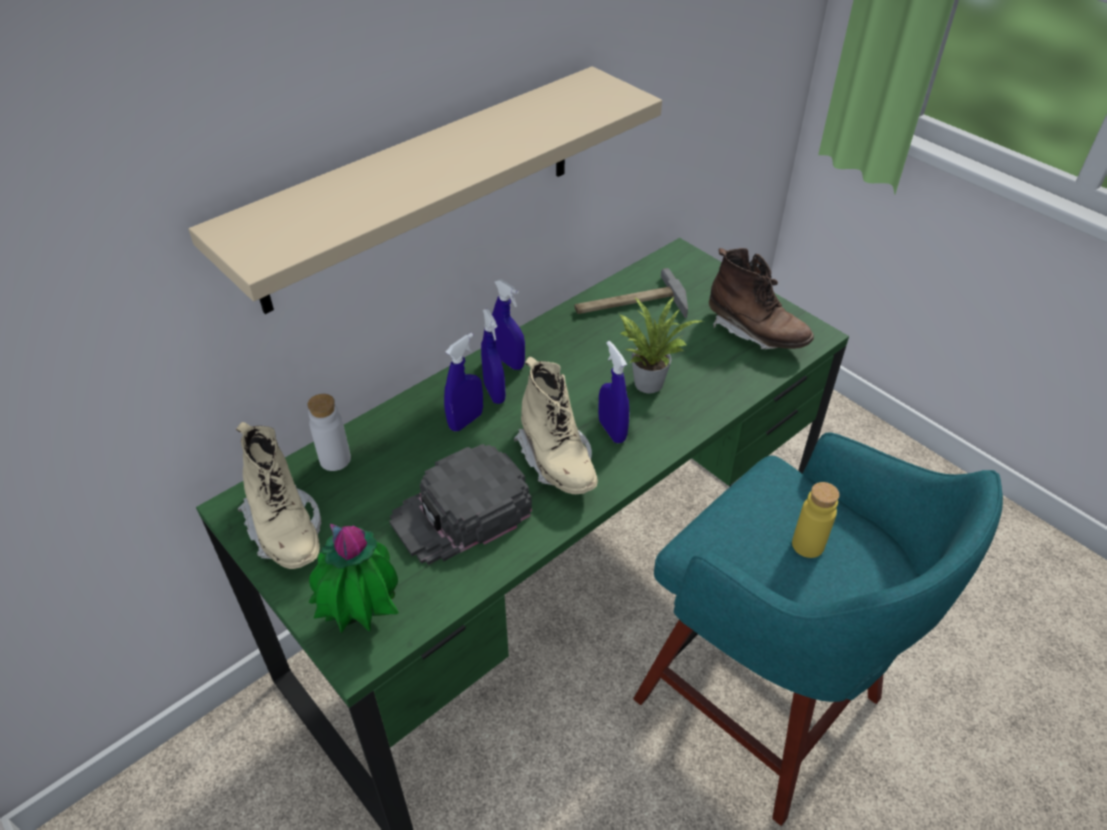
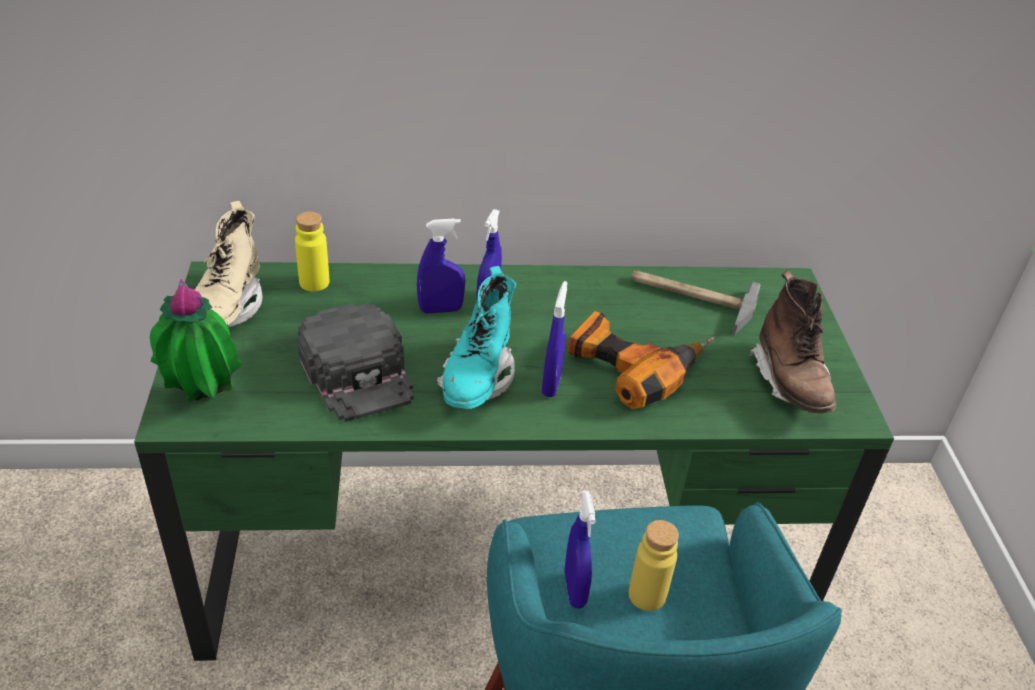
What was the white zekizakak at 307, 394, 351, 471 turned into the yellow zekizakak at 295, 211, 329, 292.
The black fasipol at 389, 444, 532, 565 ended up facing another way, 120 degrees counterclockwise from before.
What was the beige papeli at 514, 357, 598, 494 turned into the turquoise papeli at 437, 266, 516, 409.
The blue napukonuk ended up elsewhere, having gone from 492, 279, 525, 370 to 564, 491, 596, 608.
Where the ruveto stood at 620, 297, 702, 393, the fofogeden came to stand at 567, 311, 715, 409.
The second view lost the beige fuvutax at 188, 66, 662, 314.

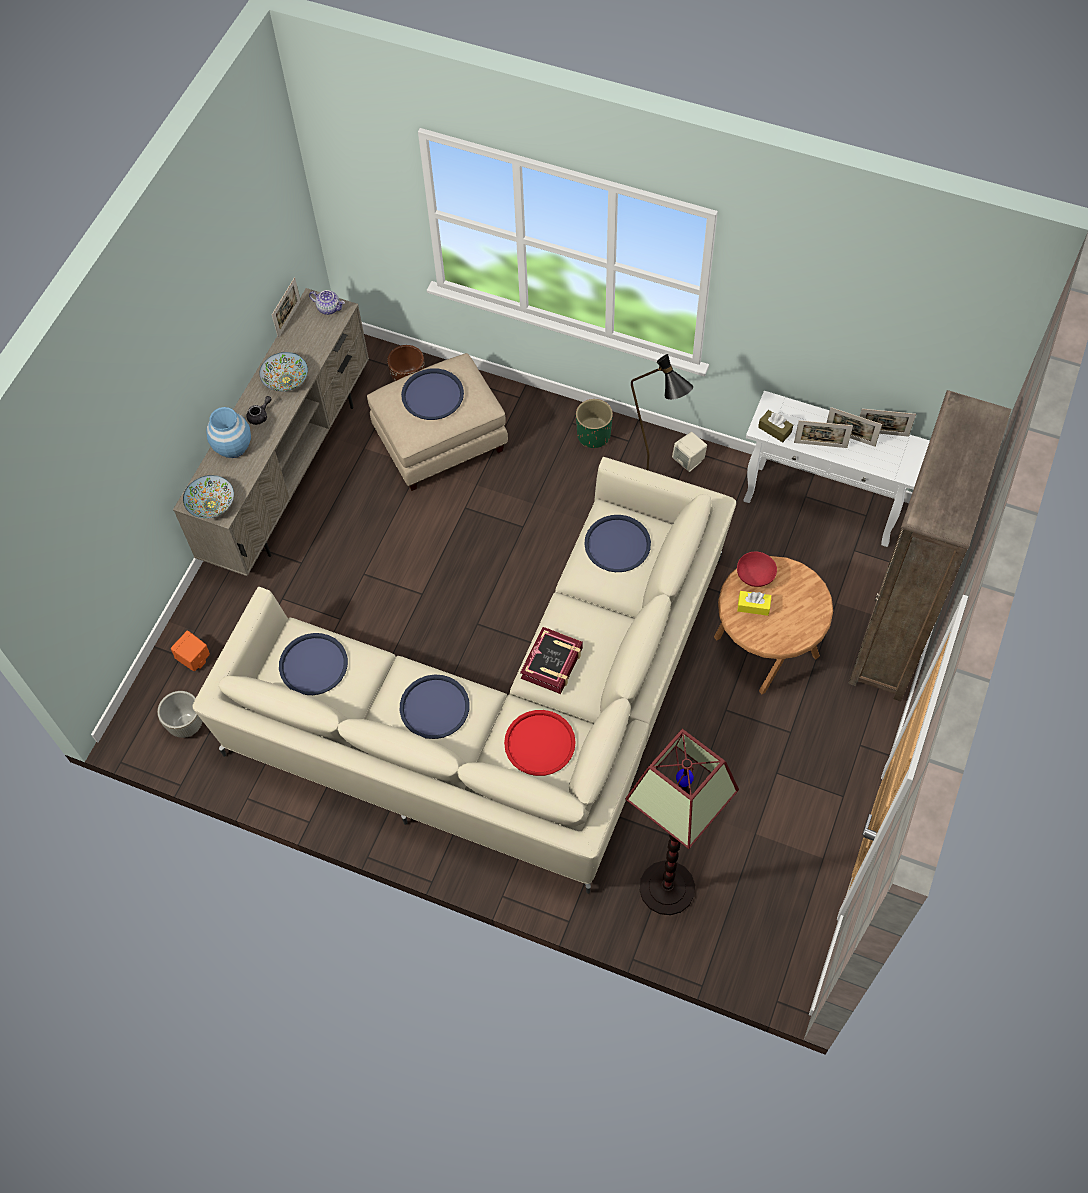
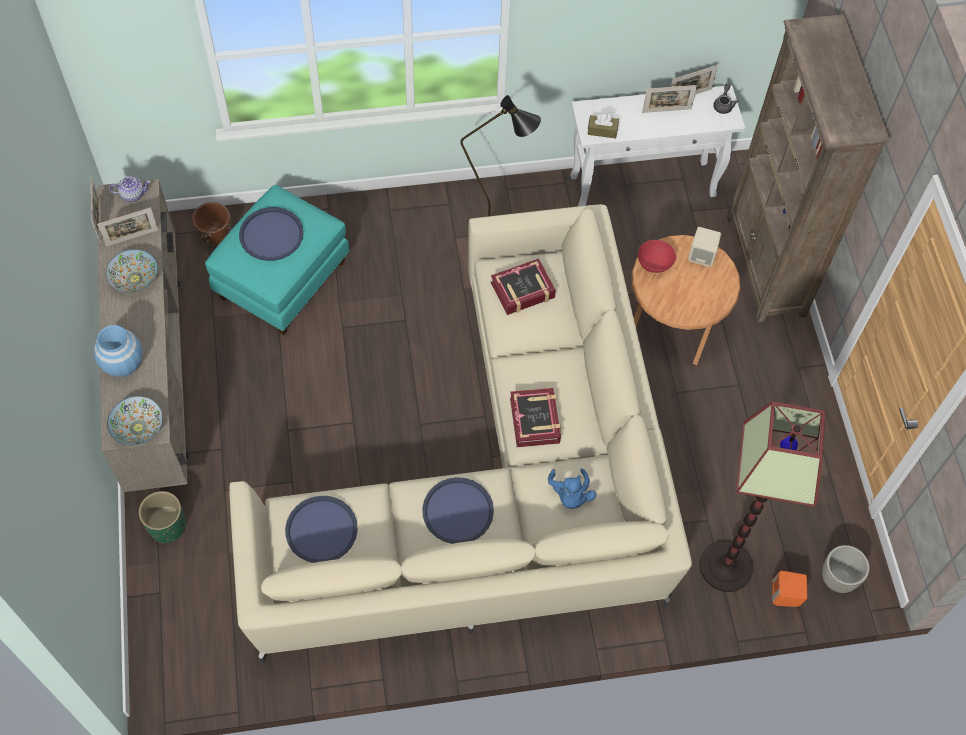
The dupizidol ended up elsewhere, having gone from 794, 420, 853, 448 to 97, 207, 158, 247.
The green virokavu ended up elsewhere, having gone from 576, 399, 613, 448 to 139, 491, 186, 543.
What was the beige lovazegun at 367, 353, 508, 491 turned into the turquoise lovazegun at 205, 185, 349, 335.
Where the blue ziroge stood at 584, 515, 651, 572, the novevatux came to stand at 491, 259, 556, 315.
Where the red ziroge stood at 504, 710, 576, 776, the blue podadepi came to stand at 548, 468, 596, 509.
The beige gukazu ended up elsewhere, having gone from 672, 432, 707, 472 to 688, 227, 721, 267.
The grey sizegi ended up elsewhere, having gone from 247, 396, 271, 425 to 713, 84, 739, 114.
The orange gukazu ended up elsewhere, having gone from 171, 631, 210, 671 to 772, 571, 807, 607.
The grey virokavu ended up elsewhere, having gone from 157, 691, 202, 738 to 822, 545, 870, 593.
The second view lost the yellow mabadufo at 737, 591, 771, 616.

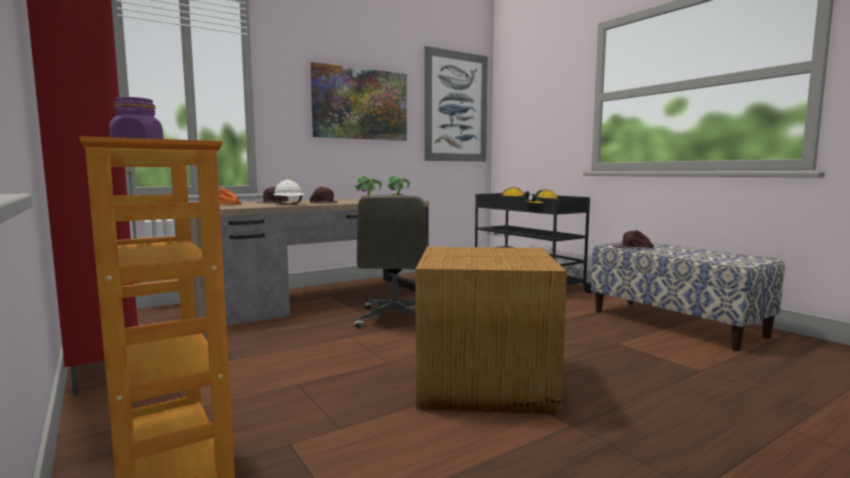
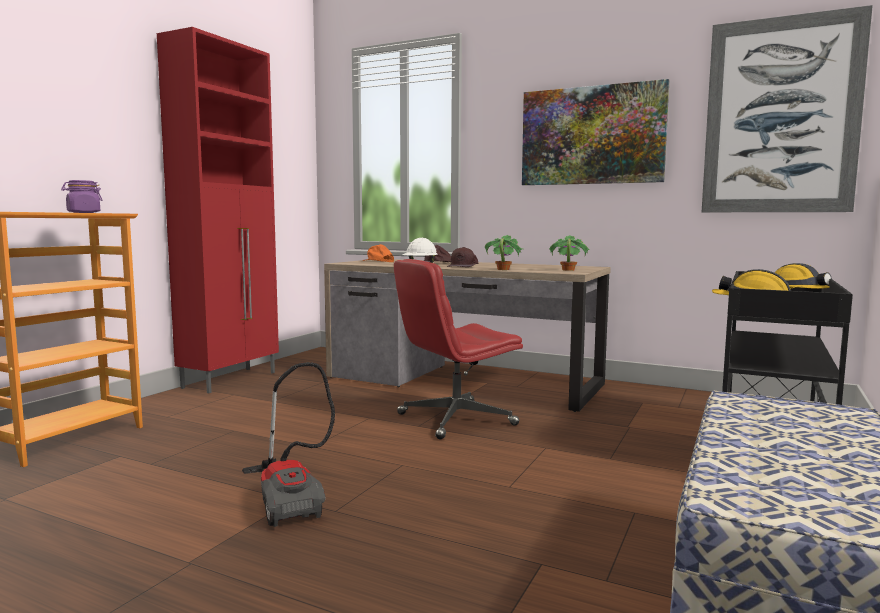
Where the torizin stood at 416, 247, 567, 415, the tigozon came to stand at 242, 362, 335, 527.
What was the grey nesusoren at 355, 195, 428, 328 turned into the red nesusoren at 394, 259, 523, 439.
The second view lost the brown fasipol at 613, 230, 654, 248.

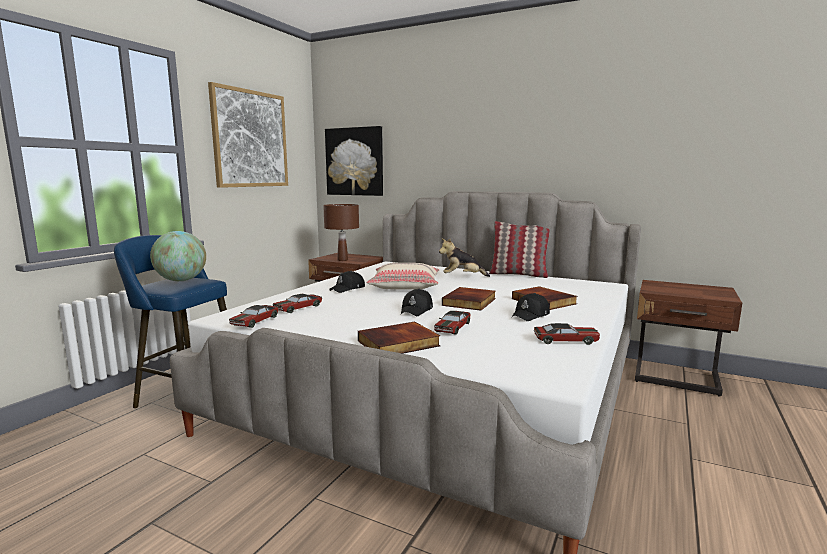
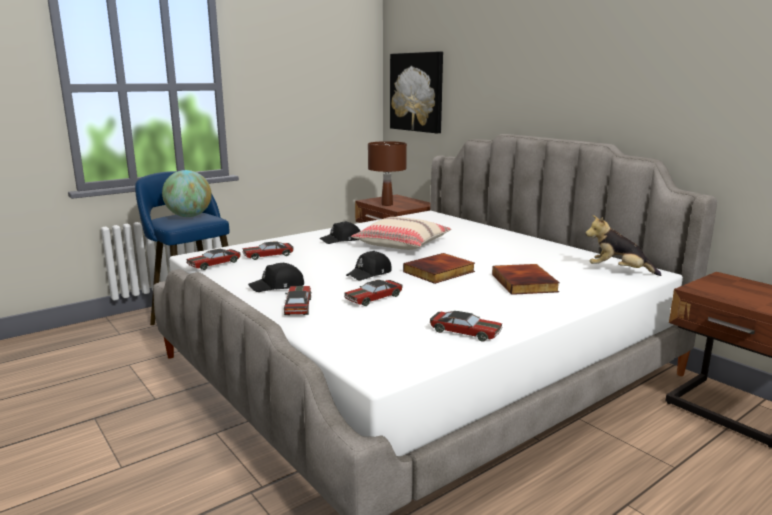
The black fasipol ended up elsewhere, having gone from 511, 293, 550, 321 to 248, 263, 304, 292.
Where the novevatux stood at 358, 322, 440, 354, the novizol came to stand at 284, 286, 312, 315.
The podadepi ended up elsewhere, having gone from 439, 239, 490, 277 to 585, 215, 661, 276.
The second view lost the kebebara at 208, 82, 288, 188.
The second view lost the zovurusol at 489, 221, 550, 278.

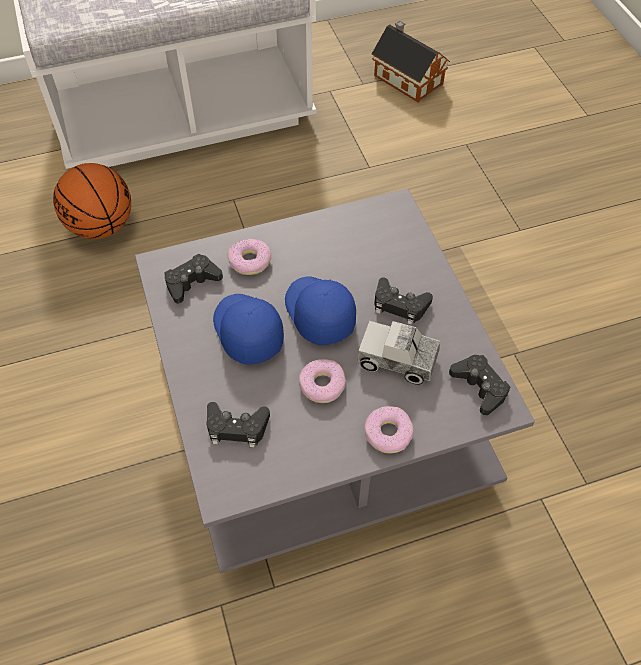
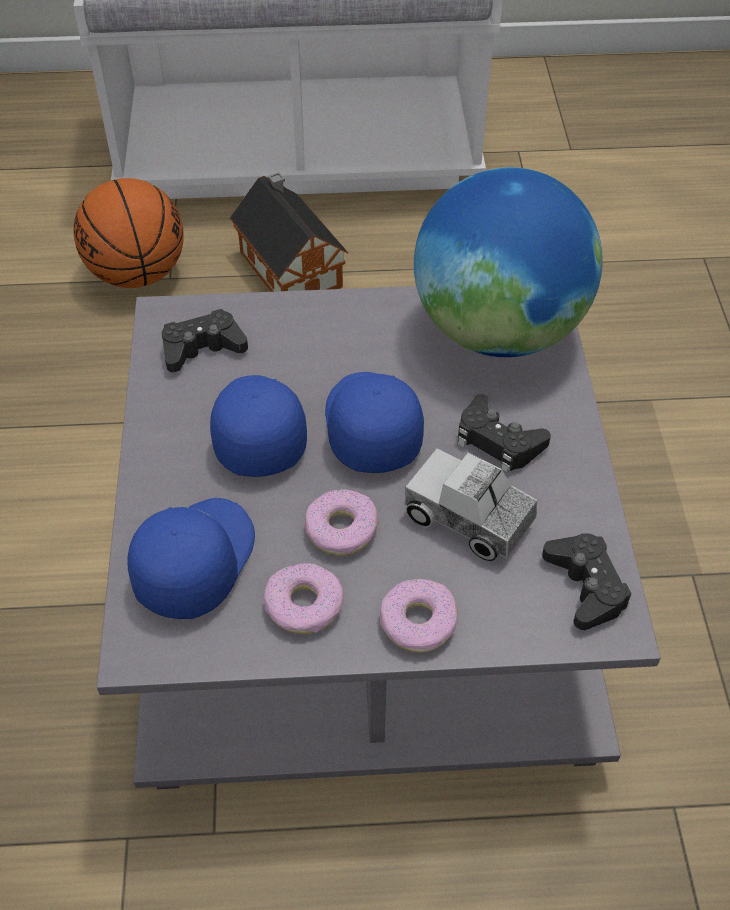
Where the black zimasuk stood at 206, 402, 270, 448, the blue fasipol came to stand at 127, 498, 255, 619.
The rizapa ended up elsewhere, having gone from 371, 20, 450, 102 to 230, 172, 348, 292.
The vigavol ended up elsewhere, having gone from 228, 239, 271, 275 to 264, 563, 344, 634.
The second view gained the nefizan at 414, 167, 603, 357.

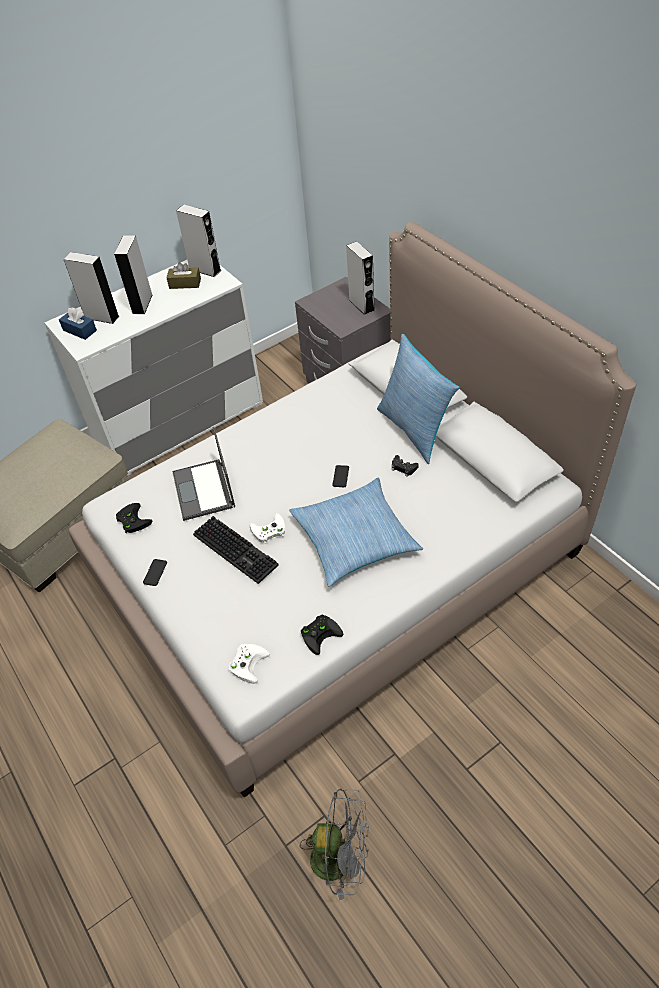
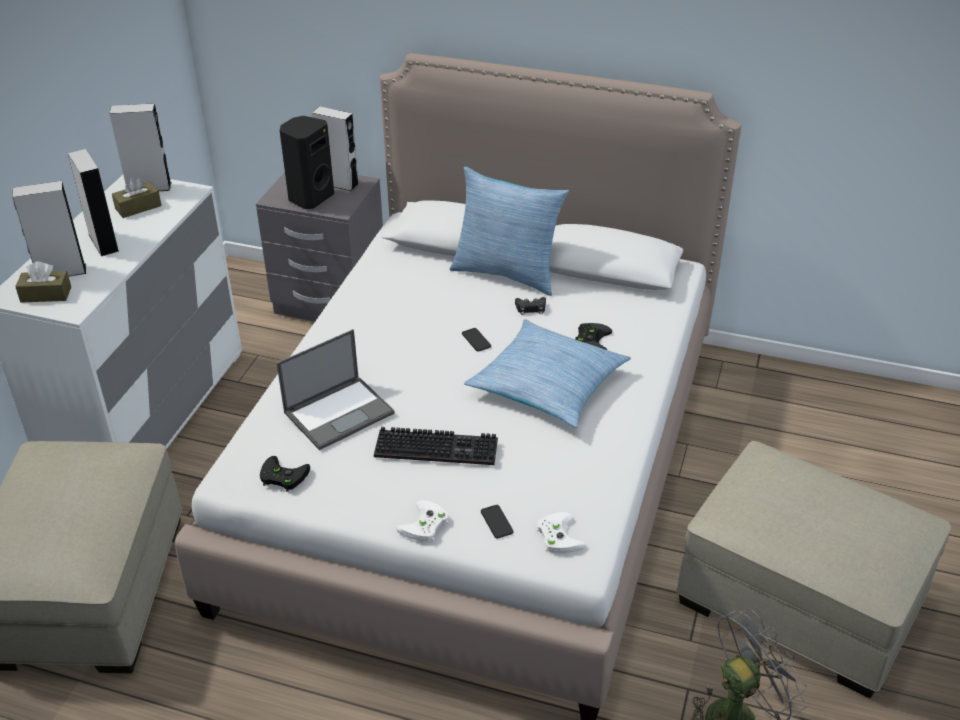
What was the blue mabadufo at 59, 308, 97, 340 turned into the brown mabadufo at 15, 261, 71, 303.
The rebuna at 172, 427, 235, 521 ended up facing another way, 75 degrees counterclockwise from before.
The second view gained the black gukazu at 280, 116, 334, 209.
The white zimasuk ended up elsewhere, having gone from 250, 513, 285, 544 to 396, 500, 448, 542.
The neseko ended up elsewhere, having gone from 143, 559, 167, 586 to 481, 505, 514, 539.
The black zimasuk ended up elsewhere, having gone from 301, 615, 343, 655 to 575, 323, 612, 350.
The second view gained the beige lovazegun at 676, 441, 951, 698.

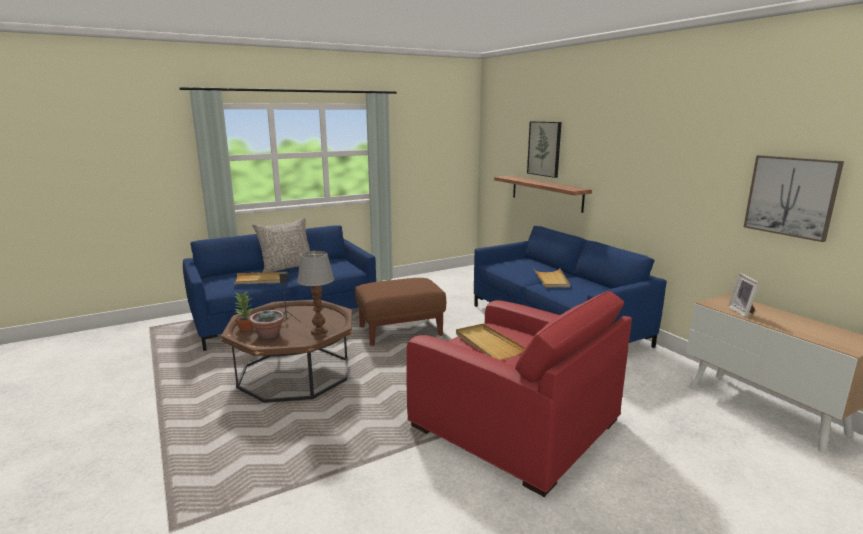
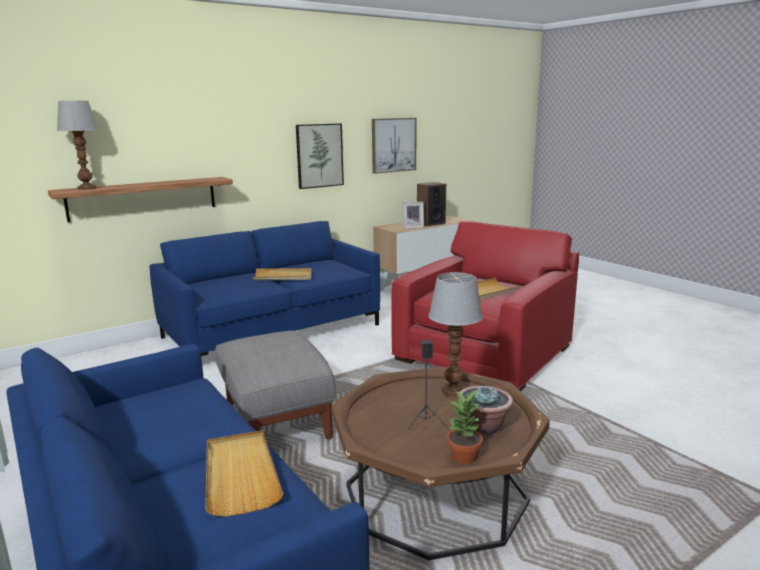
The second view gained the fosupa at 57, 101, 99, 190.
What was the brown lovazegun at 355, 278, 446, 346 turned into the grey lovazegun at 215, 330, 336, 439.
The kebebara ended up elsewhere, having gone from 527, 121, 562, 178 to 296, 123, 344, 189.
The second view gained the gukazu at 417, 182, 446, 227.
The second view lost the grey zovurusol at 252, 218, 310, 272.

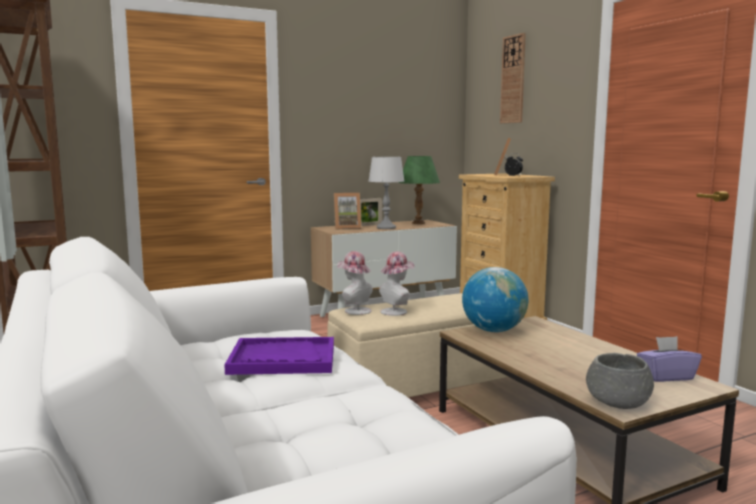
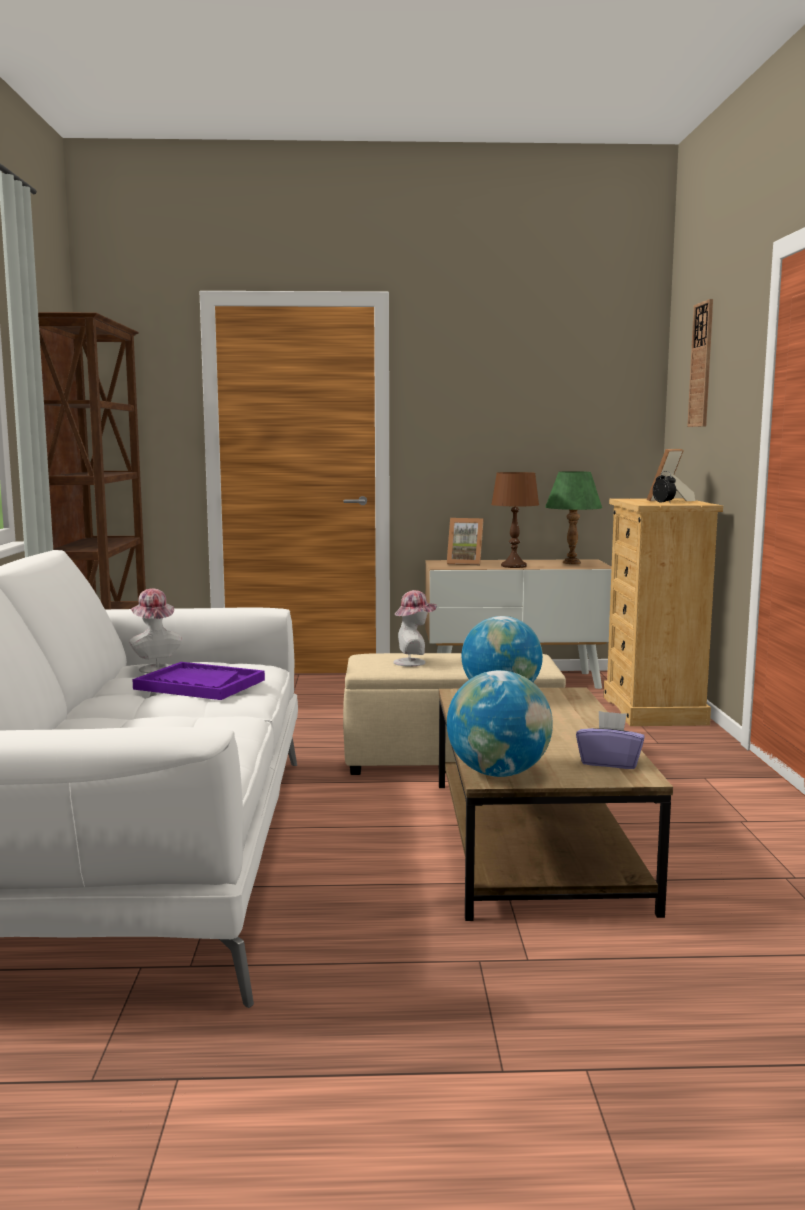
The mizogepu ended up elsewhere, having gone from 337, 251, 373, 315 to 129, 588, 182, 673.
Where the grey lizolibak stood at 586, 353, 654, 409, the nefizan came to stand at 447, 670, 553, 777.
What was the grey fosupa at 369, 157, 404, 229 turned into the brown fosupa at 491, 472, 539, 568.
The second view lost the dupizidol at 360, 198, 382, 226.

